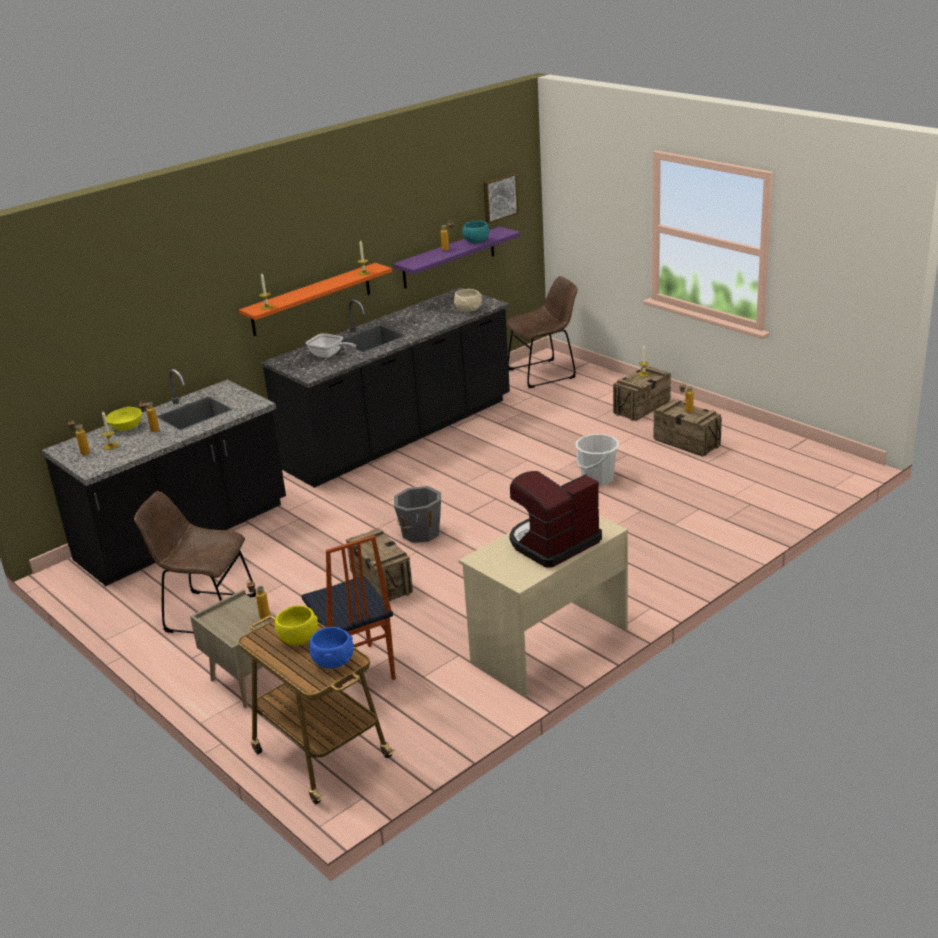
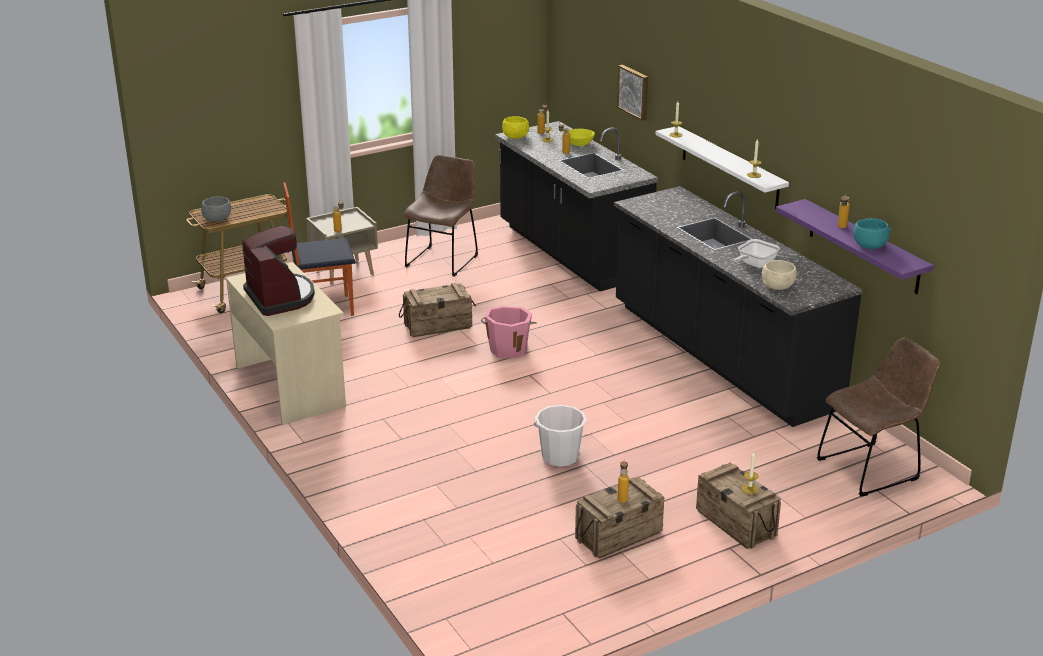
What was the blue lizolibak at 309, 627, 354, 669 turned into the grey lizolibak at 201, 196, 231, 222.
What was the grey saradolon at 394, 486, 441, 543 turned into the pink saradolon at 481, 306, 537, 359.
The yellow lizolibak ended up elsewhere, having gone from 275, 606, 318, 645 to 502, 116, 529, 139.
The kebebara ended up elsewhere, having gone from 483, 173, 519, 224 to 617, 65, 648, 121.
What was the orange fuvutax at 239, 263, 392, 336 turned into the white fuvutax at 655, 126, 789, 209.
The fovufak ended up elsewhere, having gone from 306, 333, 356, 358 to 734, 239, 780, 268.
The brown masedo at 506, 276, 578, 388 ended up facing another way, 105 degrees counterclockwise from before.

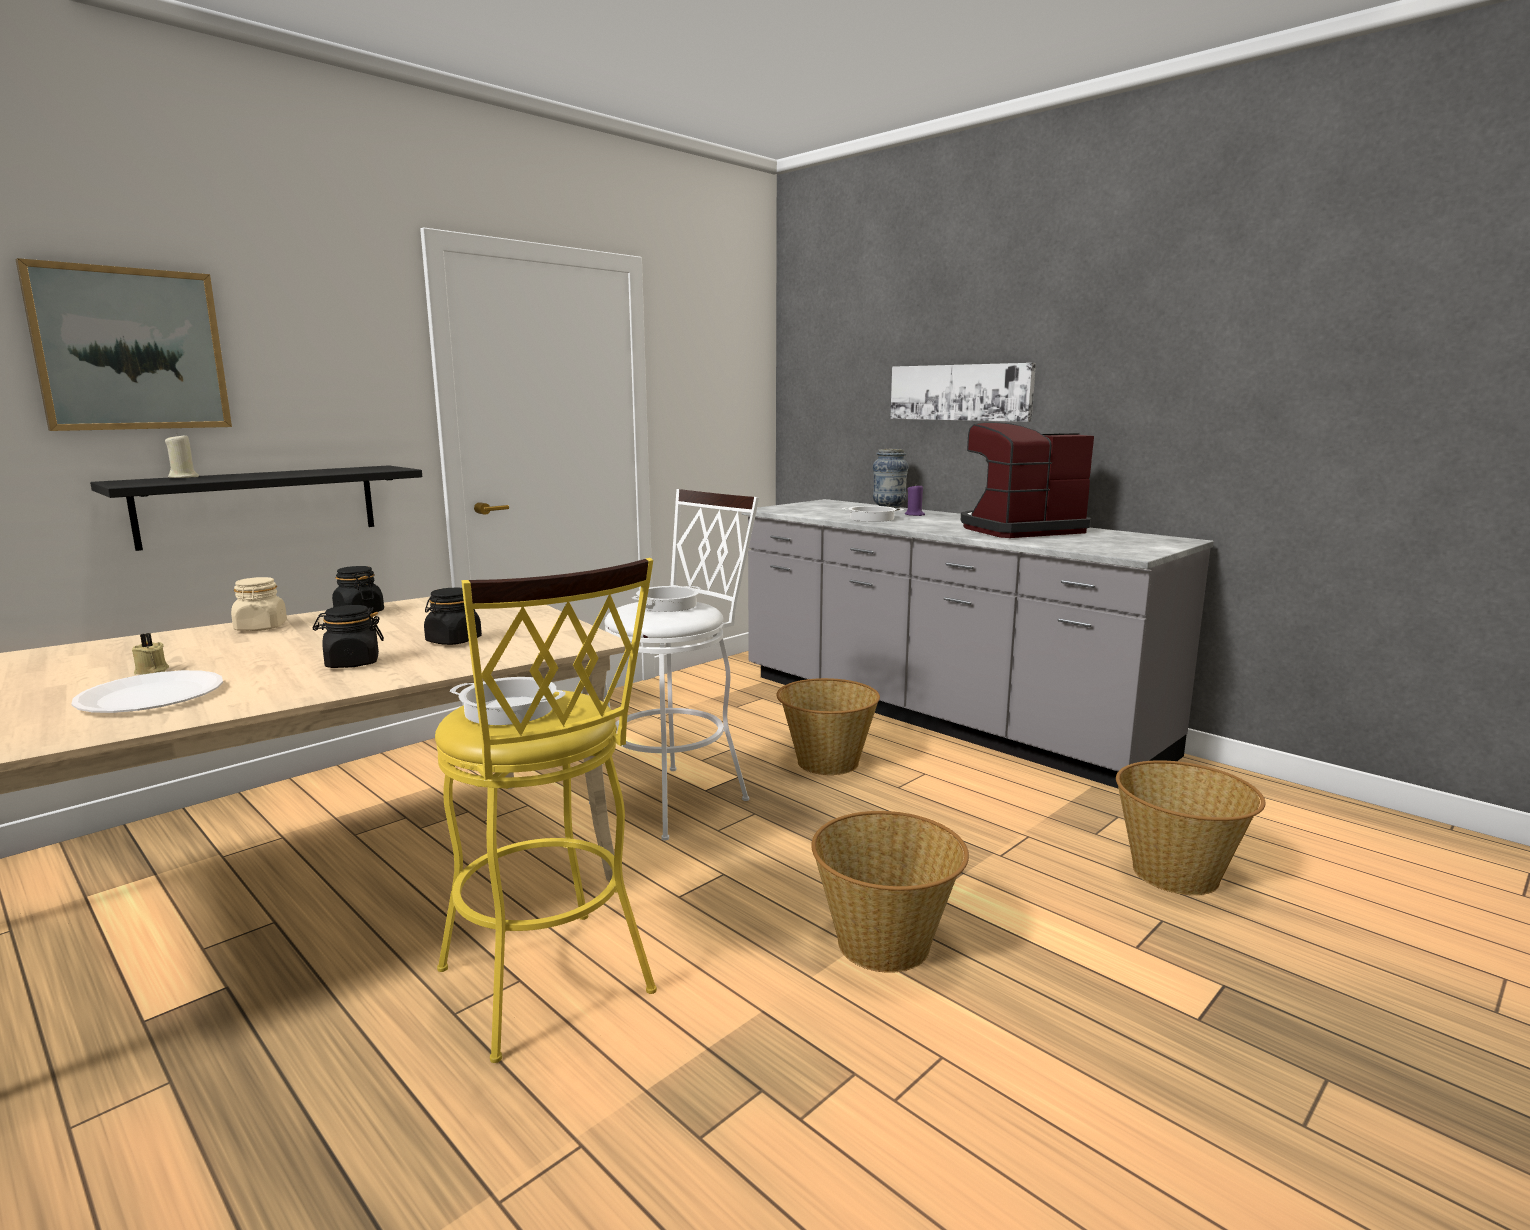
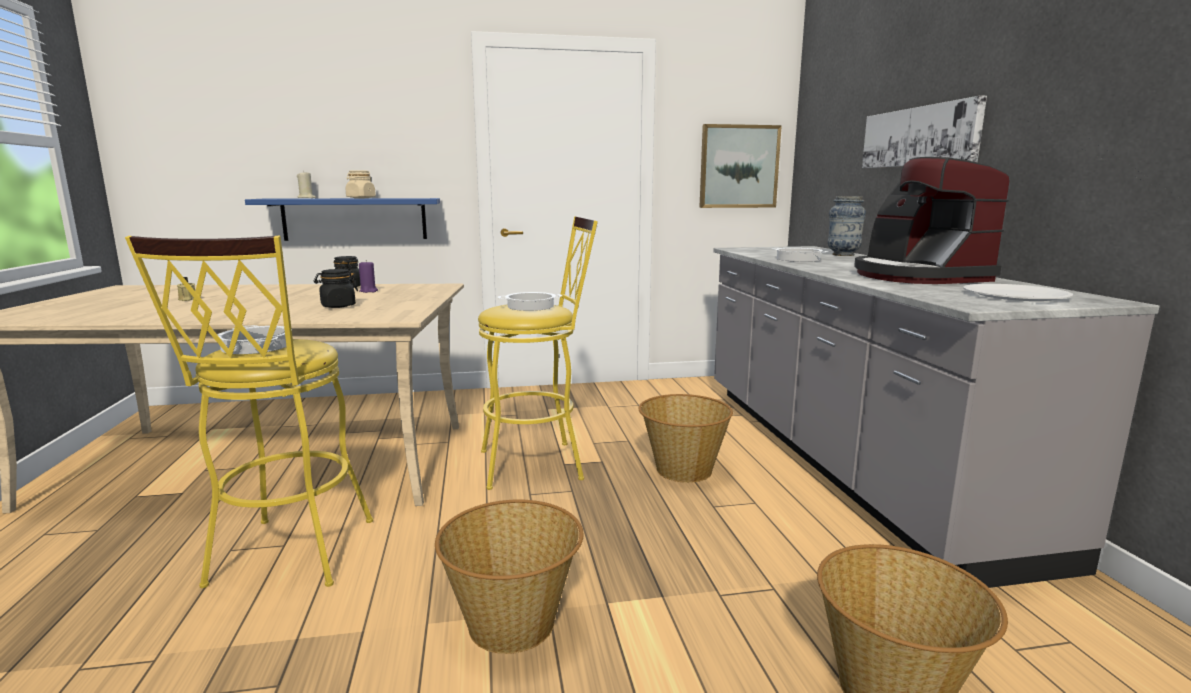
What was the black fuvutax at 90, 465, 422, 551 turned into the blue fuvutax at 245, 198, 440, 241.
The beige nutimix ended up elsewhere, having gone from 231, 577, 287, 631 to 345, 170, 376, 198.
The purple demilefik ended up elsewhere, having gone from 905, 485, 925, 516 to 359, 260, 378, 293.
What was the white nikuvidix at 589, 489, 759, 840 turned into the yellow nikuvidix at 478, 216, 598, 490.
The kebebara ended up elsewhere, having gone from 16, 258, 232, 431 to 699, 124, 782, 208.
The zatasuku at 961, 422, 1094, 538 ended up facing another way, 120 degrees counterclockwise from before.
The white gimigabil ended up elsewhere, having gone from 71, 670, 223, 713 to 963, 284, 1073, 301.
The second view lost the black nutimix at 313, 605, 384, 668.

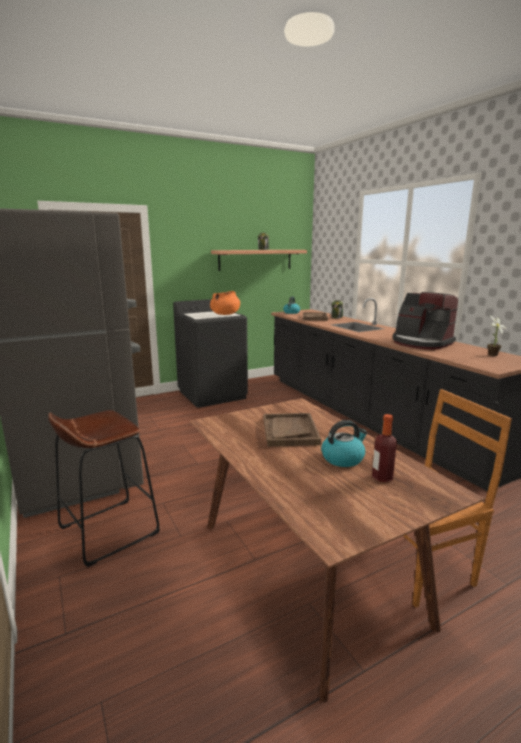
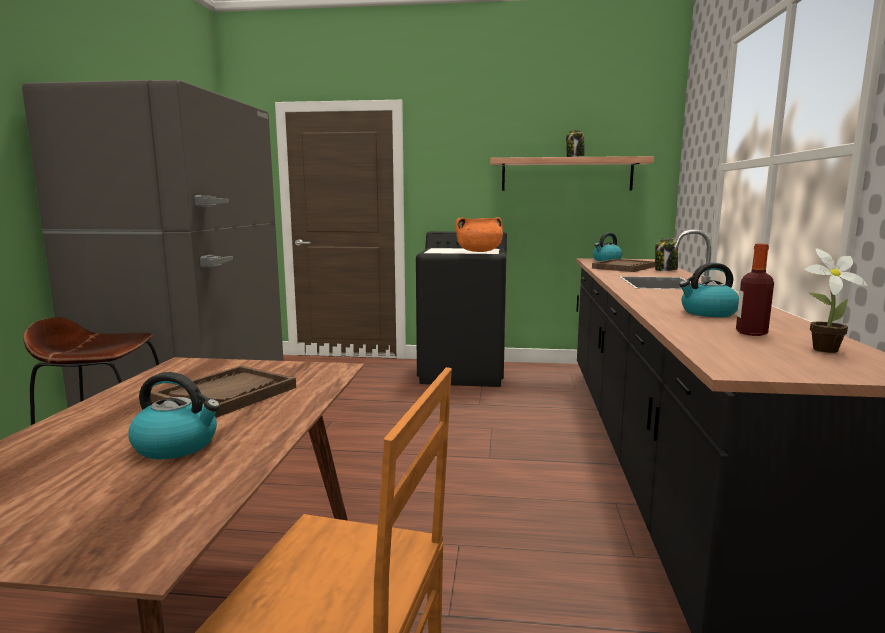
Where the zatasuku stood at 393, 292, 458, 350, the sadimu came to stand at 679, 263, 739, 317.
The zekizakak ended up elsewhere, having gone from 372, 414, 397, 482 to 736, 244, 774, 336.

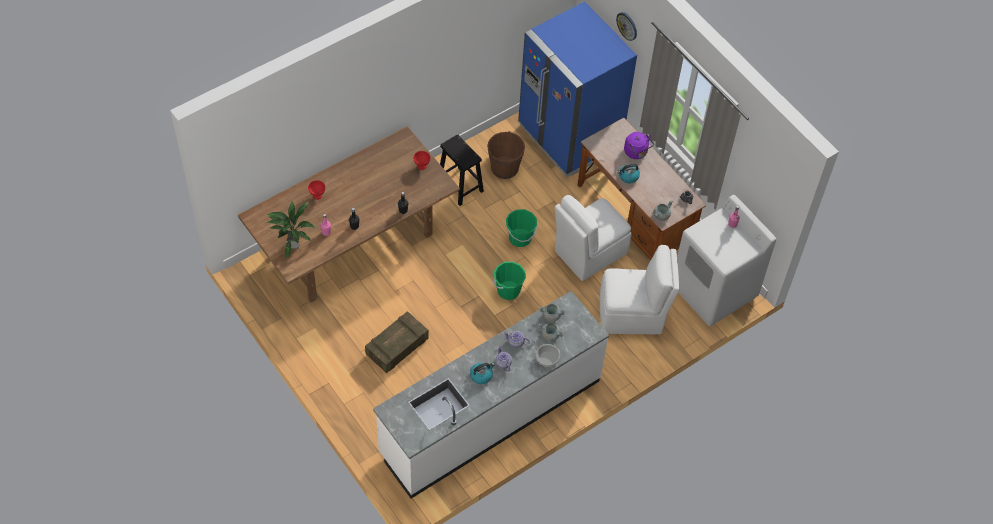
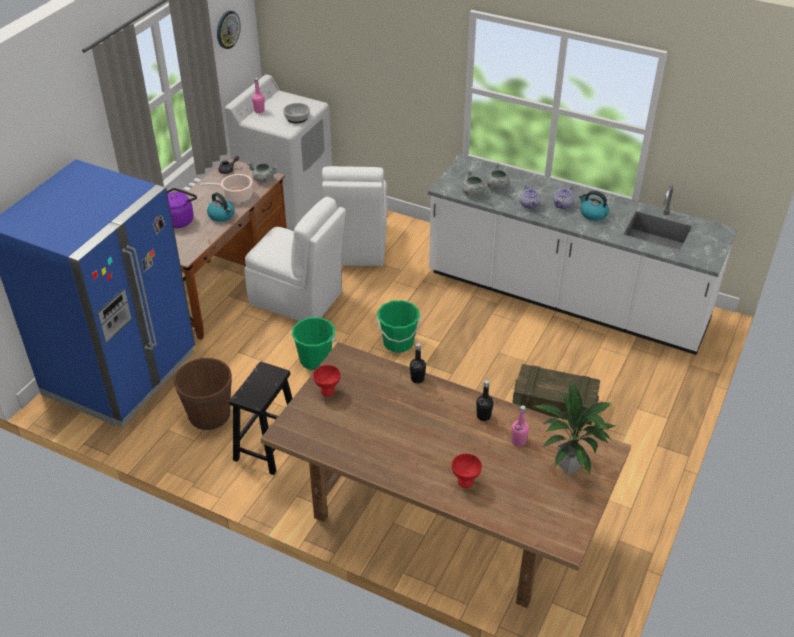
The second view gained the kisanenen at 201, 174, 253, 203.
The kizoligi ended up elsewhere, having gone from 616, 12, 637, 41 to 217, 11, 241, 49.
The lizolibak ended up elsewhere, having gone from 536, 344, 560, 367 to 283, 103, 310, 123.
The white masedo at 600, 245, 680, 334 ended up facing another way, 150 degrees counterclockwise from before.

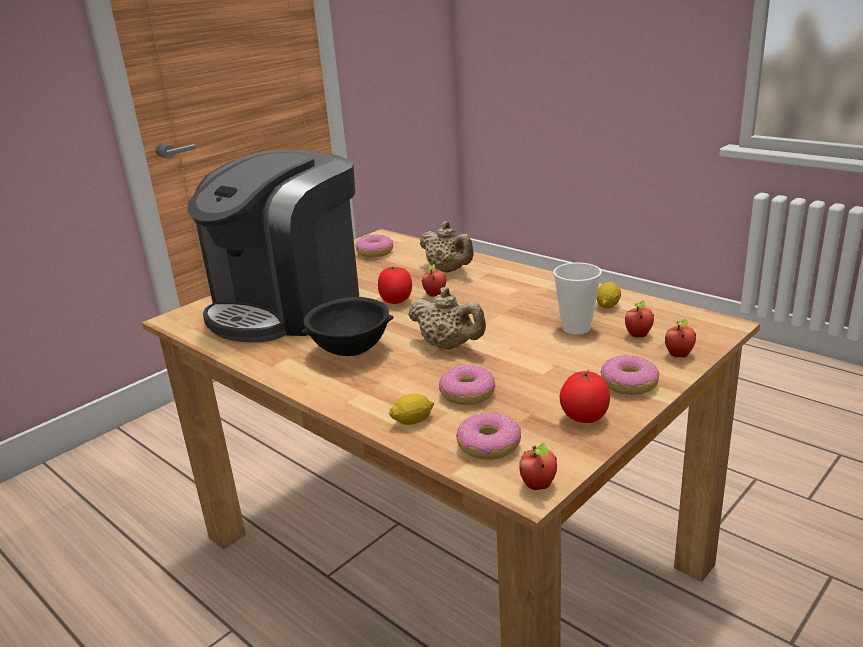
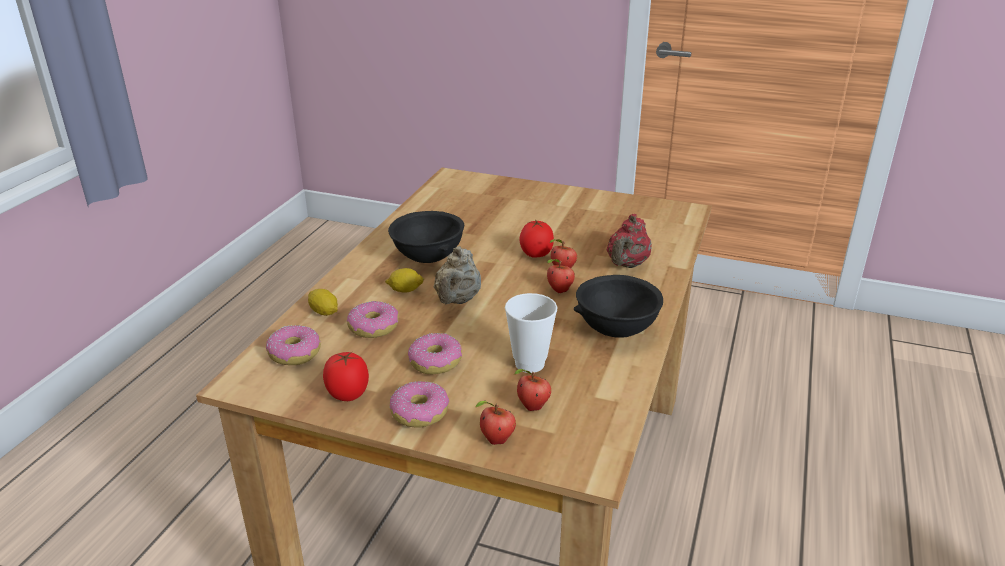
The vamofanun ended up elsewhere, having gone from 596, 282, 621, 308 to 385, 268, 424, 293.
The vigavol ended up elsewhere, having gone from 356, 234, 393, 257 to 408, 333, 462, 374.
The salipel ended up elsewhere, having gone from 519, 443, 557, 490 to 547, 259, 575, 293.
The second view gained the black lizolibak at 574, 275, 663, 338.
What was the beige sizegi at 420, 221, 474, 273 turned into the red sizegi at 606, 214, 652, 268.
The second view lost the zatasuku at 187, 150, 359, 342.

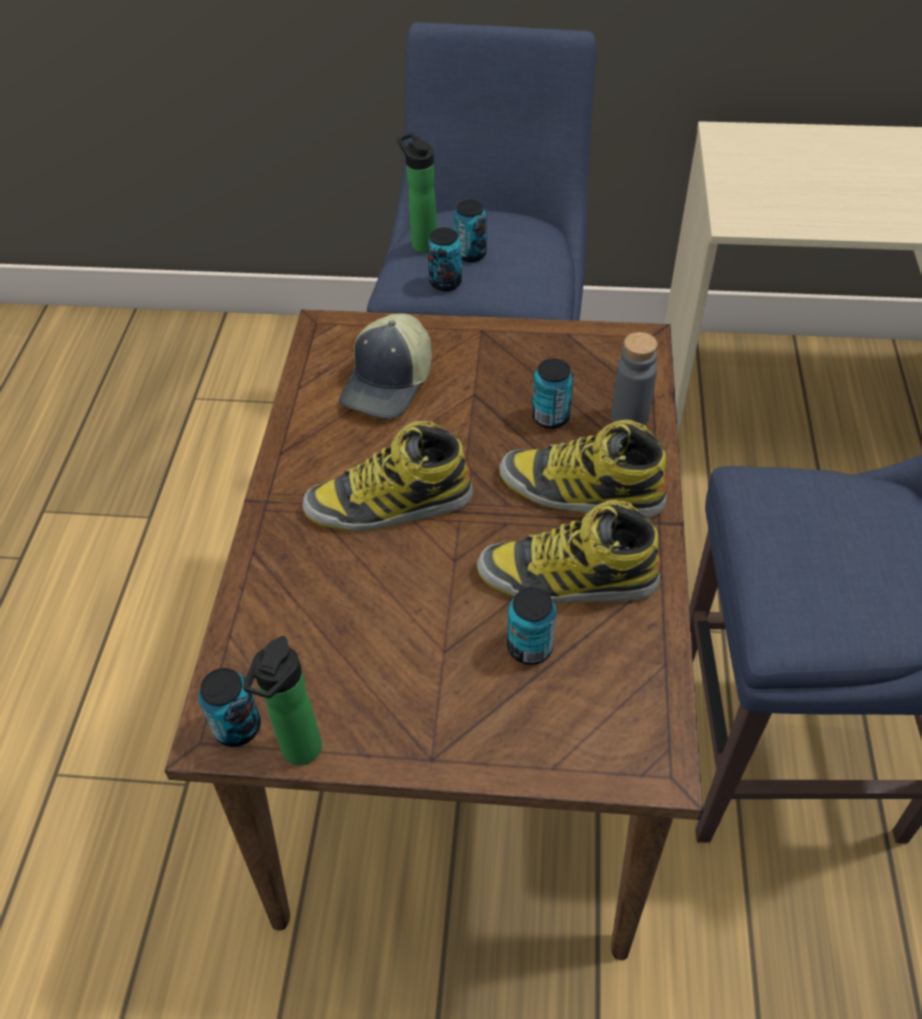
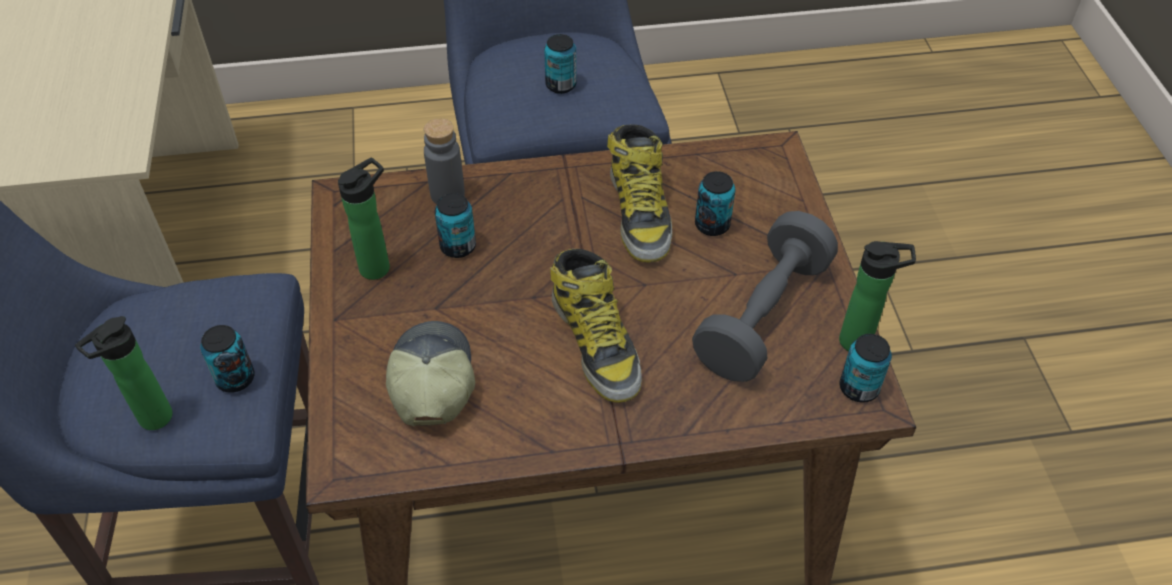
The second view gained the zekizakak at 338, 158, 390, 280.
The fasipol at 339, 313, 432, 419 ended up facing another way, 105 degrees counterclockwise from before.
The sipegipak ended up elsewhere, having gone from 454, 200, 487, 262 to 544, 34, 577, 94.
The second view gained the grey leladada at 692, 211, 838, 382.
The second view lost the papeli at 499, 420, 667, 518.

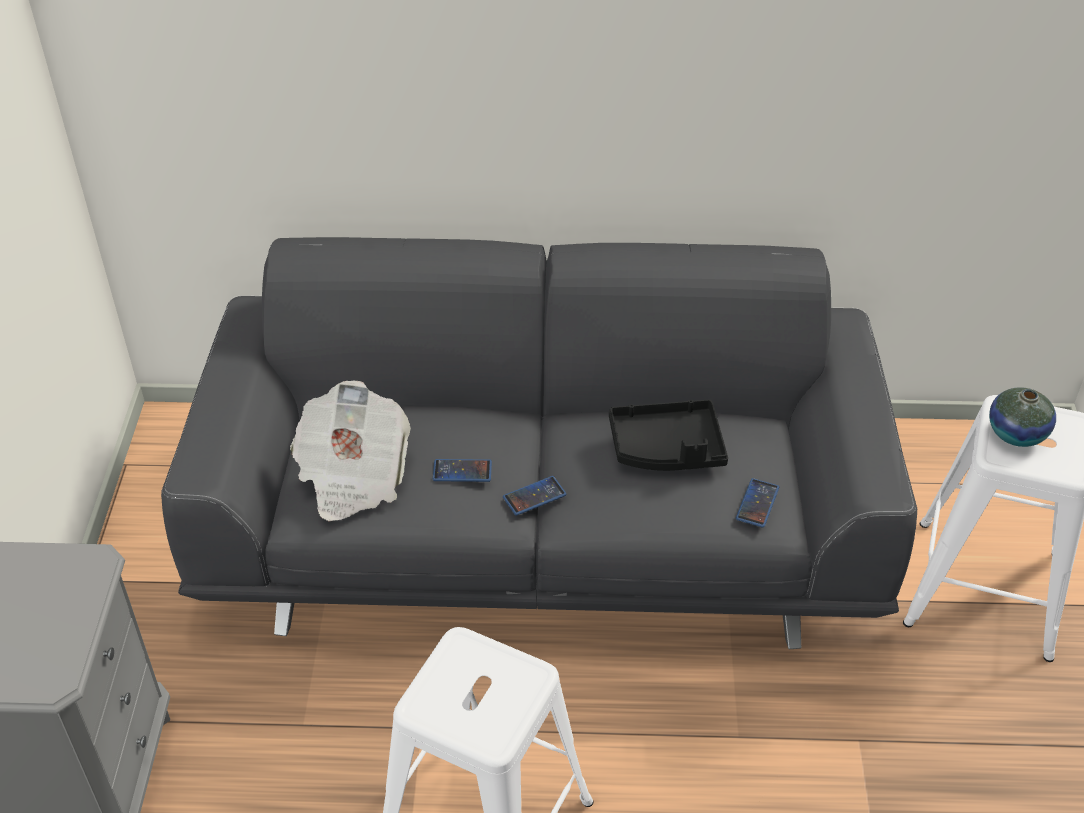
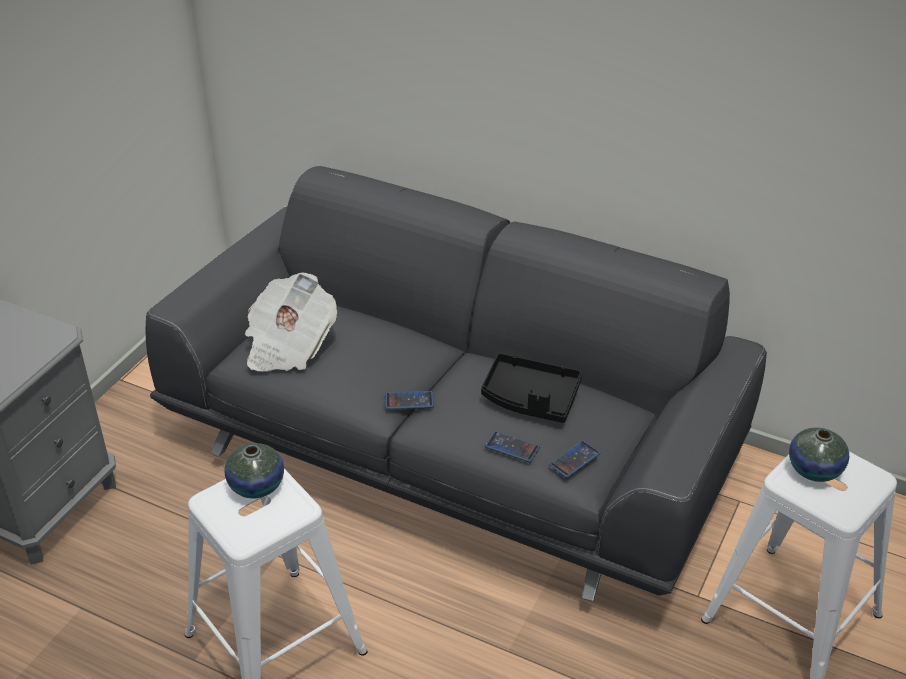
The second view gained the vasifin at 224, 443, 284, 498.
The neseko ended up elsewhere, having gone from 433, 459, 492, 482 to 485, 431, 540, 462.

